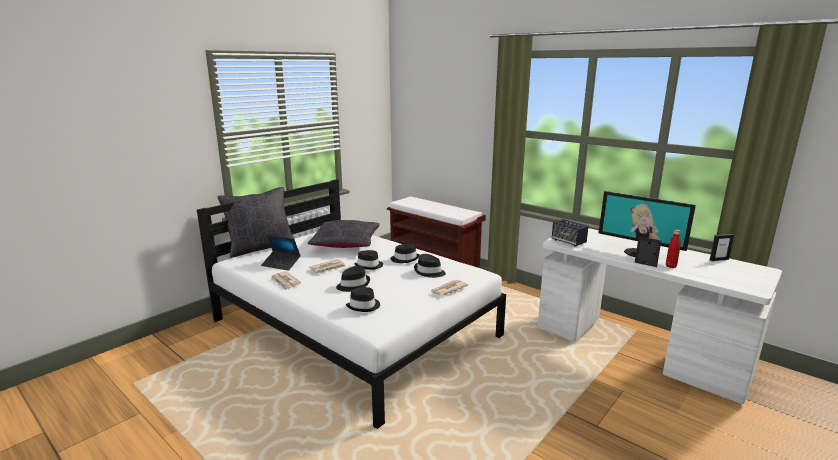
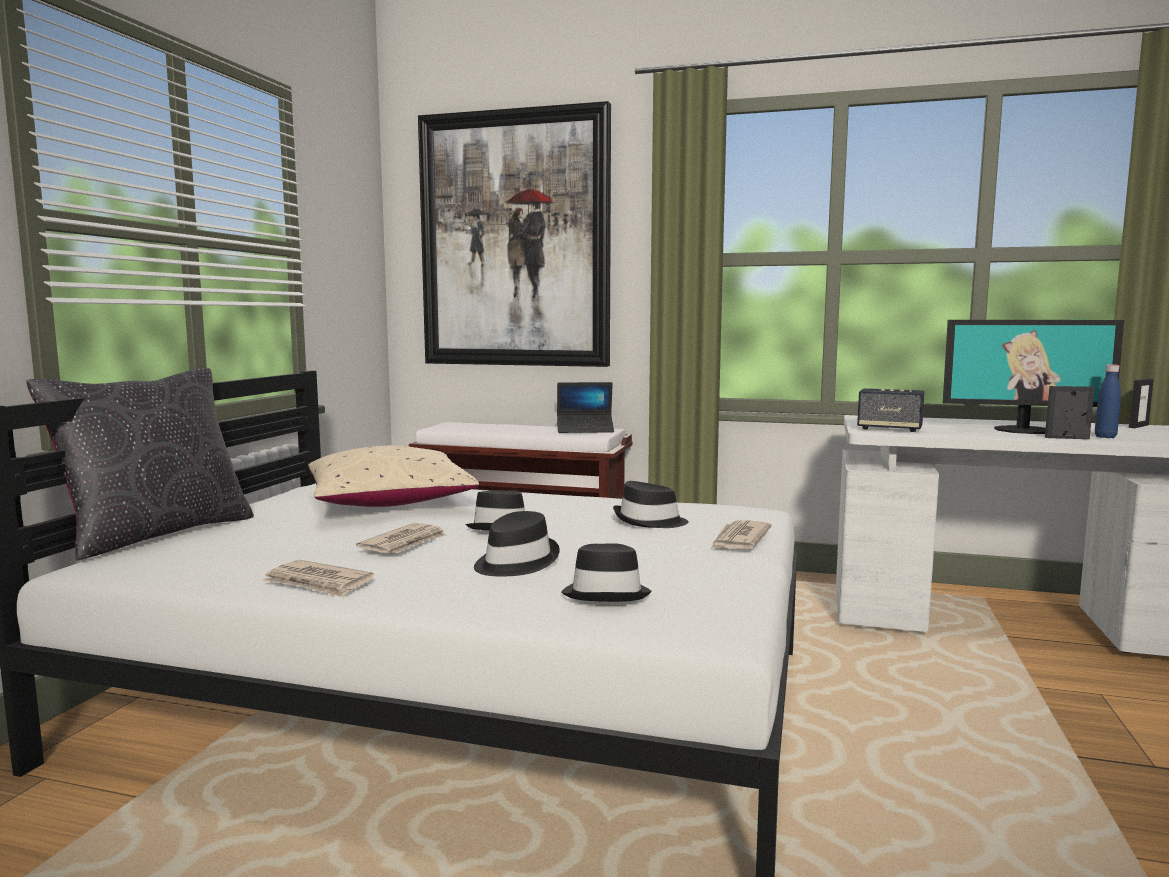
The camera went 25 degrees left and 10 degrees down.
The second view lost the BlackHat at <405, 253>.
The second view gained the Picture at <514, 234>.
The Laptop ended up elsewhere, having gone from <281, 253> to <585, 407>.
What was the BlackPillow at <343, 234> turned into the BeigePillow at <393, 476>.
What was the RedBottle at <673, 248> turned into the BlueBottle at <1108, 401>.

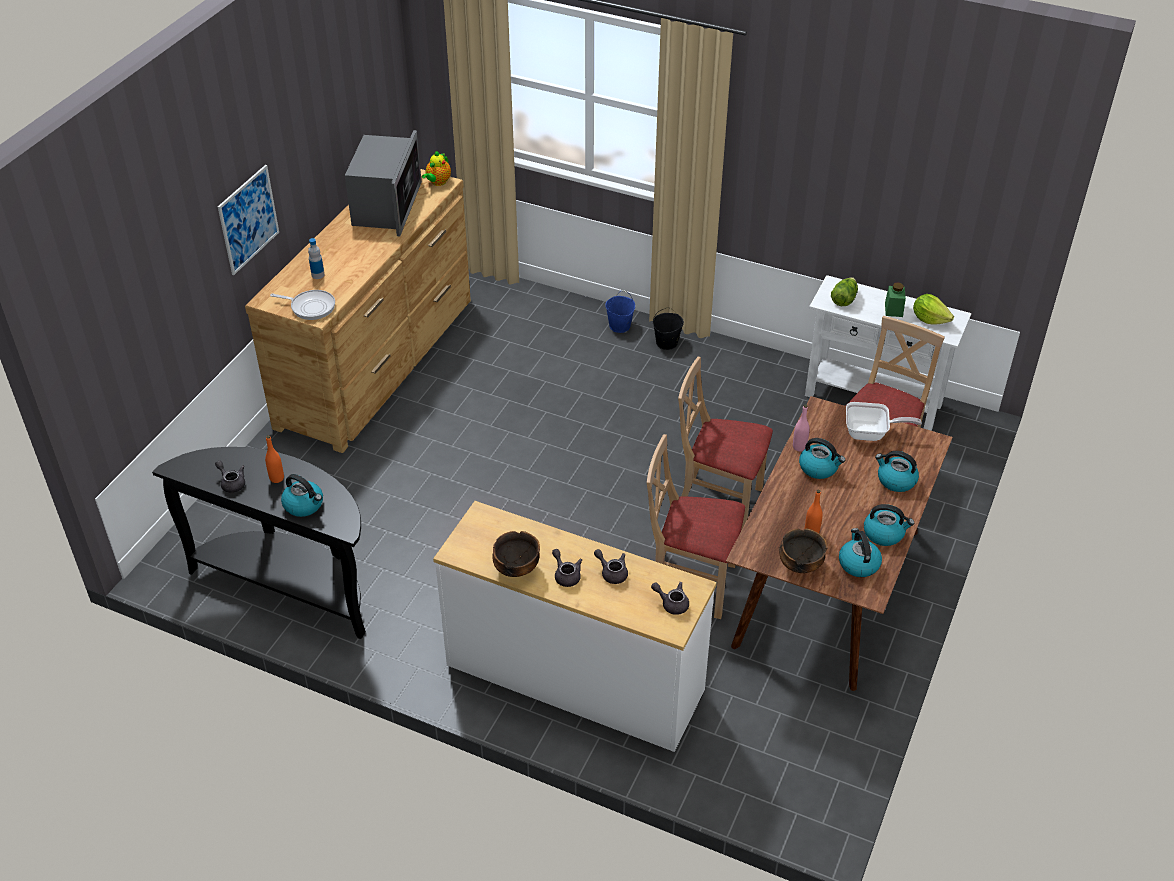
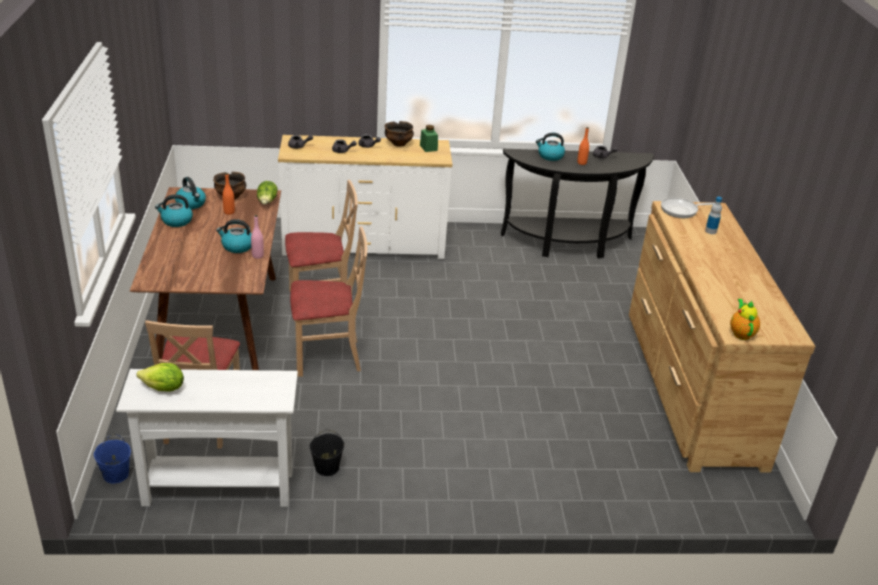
The camera went 150 degrees right and 10 degrees down.
The second view lost the Picture at <248, 220>.
The second view lost the Microwave at <383, 183>.
The second view lost the FryingPan at <883, 421>.
The second view lost the Kettle at <897, 471>.
The BlueBucket ended up elsewhere, having gone from <620, 312> to <112, 458>.
The BlackBucket ended up elsewhere, having gone from <668, 328> to <327, 452>.
The Lettuce ended up elsewhere, having gone from <844, 291> to <267, 193>.
The GreenJar ended up elsewhere, having gone from <895, 299> to <429, 138>.

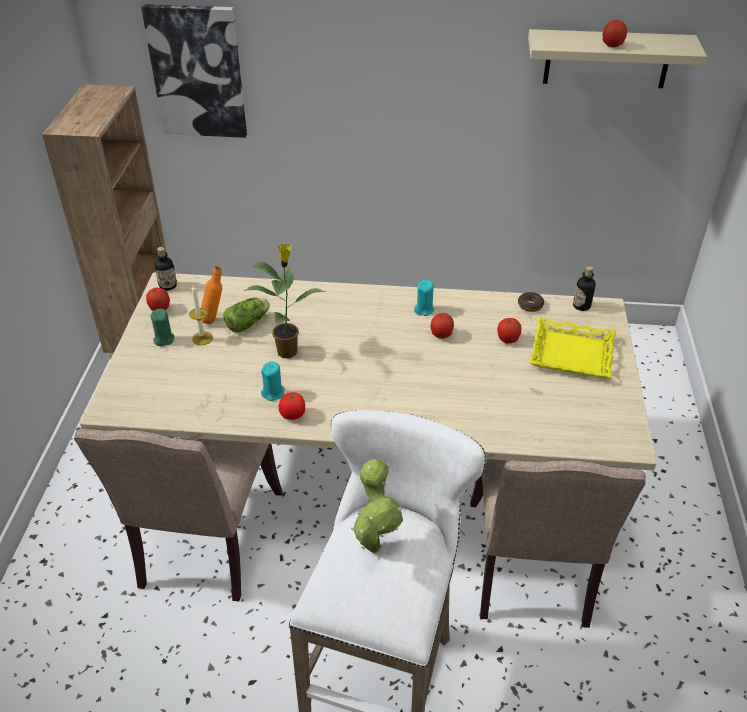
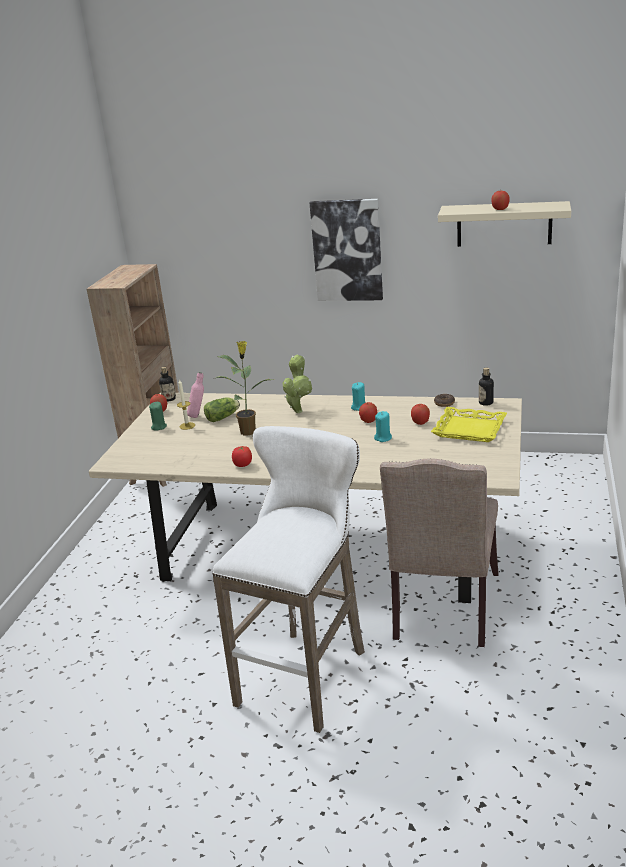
The camera went 10 degrees right and 15 degrees down.
The second view lost the BeigeChair at <178, 514>.
The Picture ended up elsewhere, having gone from <194, 71> to <346, 250>.
The TurquoiseCandle ended up elsewhere, having gone from <272, 381> to <383, 426>.
The PottedPlant ended up elsewhere, having gone from <377, 506> to <297, 384>.
What was the OrangeBottle at <211, 295> turned into the PinkBottle at <195, 395>.

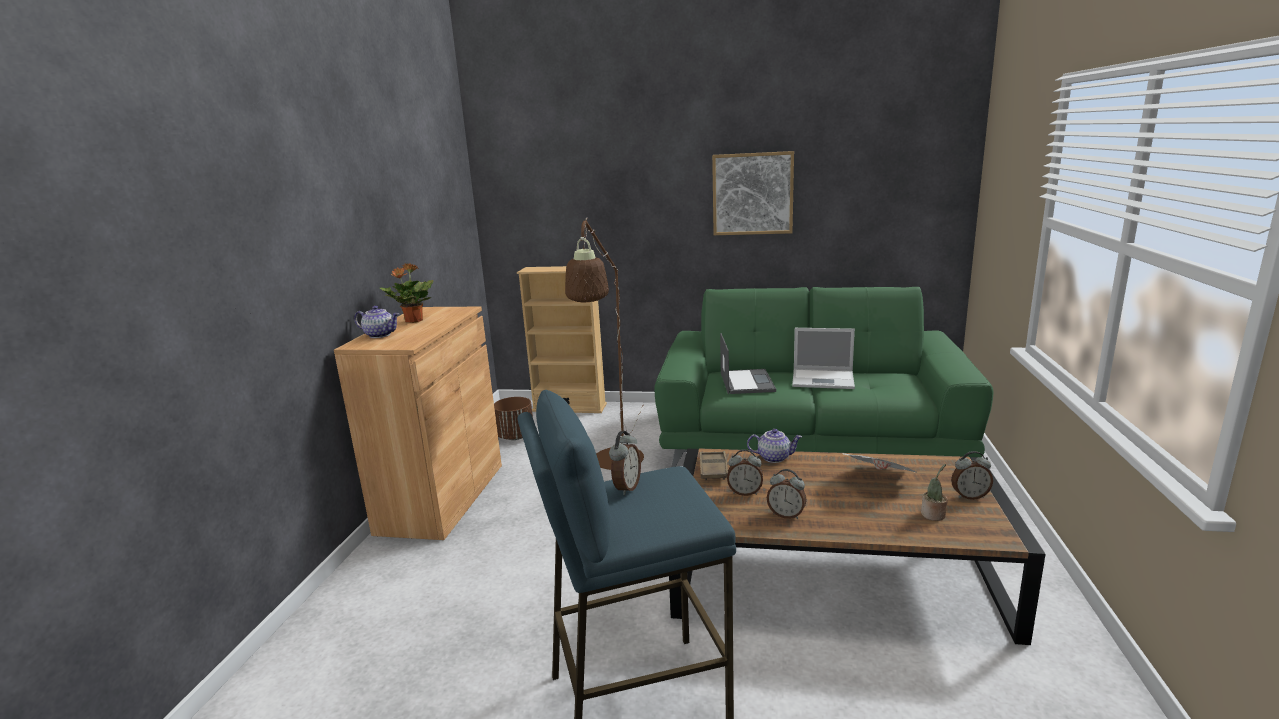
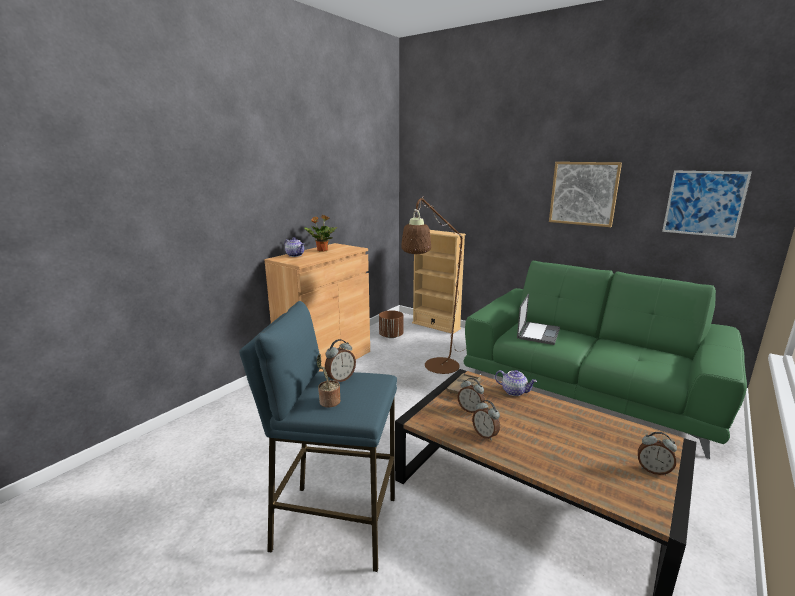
The camera went 25 degrees right and 0 degrees up.
The second view lost the Laptop at <823, 358>.
The second view lost the Newspaper at <879, 462>.
The second view gained the Picture at <707, 204>.
The PottedPlant ended up elsewhere, having gone from <934, 492> to <328, 381>.

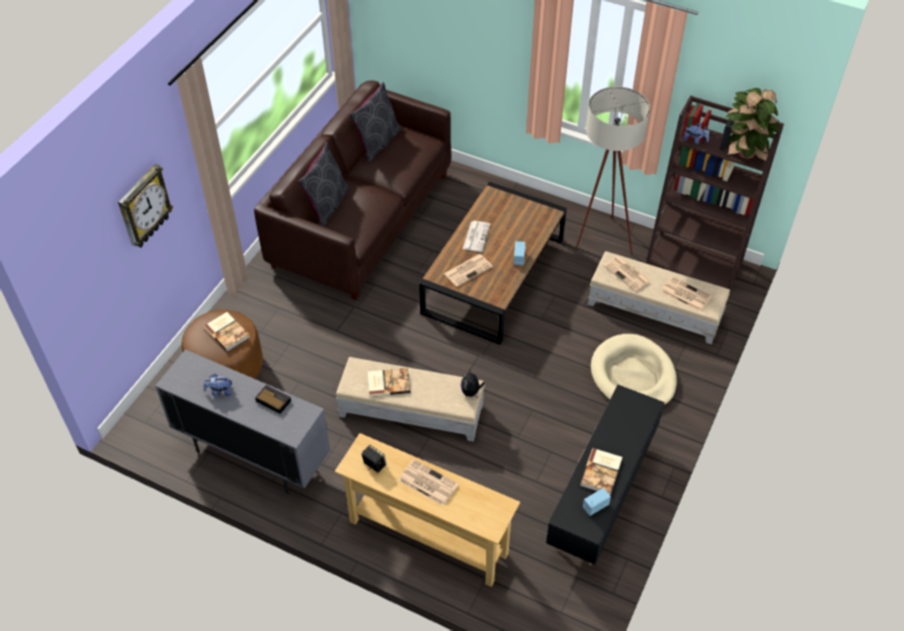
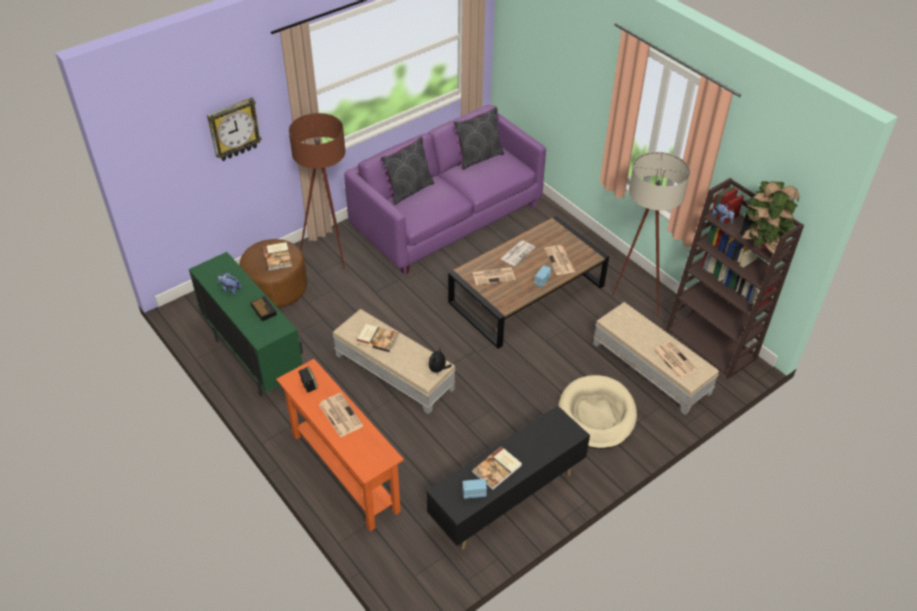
The camera went 25 degrees right and 5 degrees down.
The second view gained the BrownFloorLamp at <317, 191>.
The Newspaper ended up elsewhere, having gone from <627, 274> to <559, 260>.
What was the GreyCabinet at <243, 421> turned into the GreenCabinet at <246, 324>.
What was the BrownSofa at <352, 190> turned into the PurpleSofa at <445, 190>.
What was the BeigeConsoleTable at <427, 510> turned into the OrangeConsoleTable at <340, 445>.

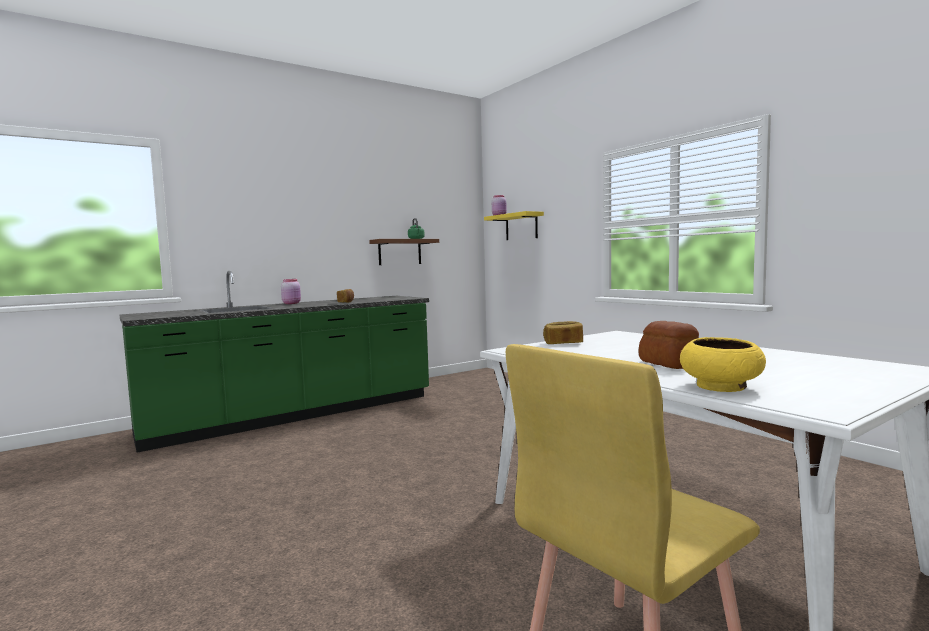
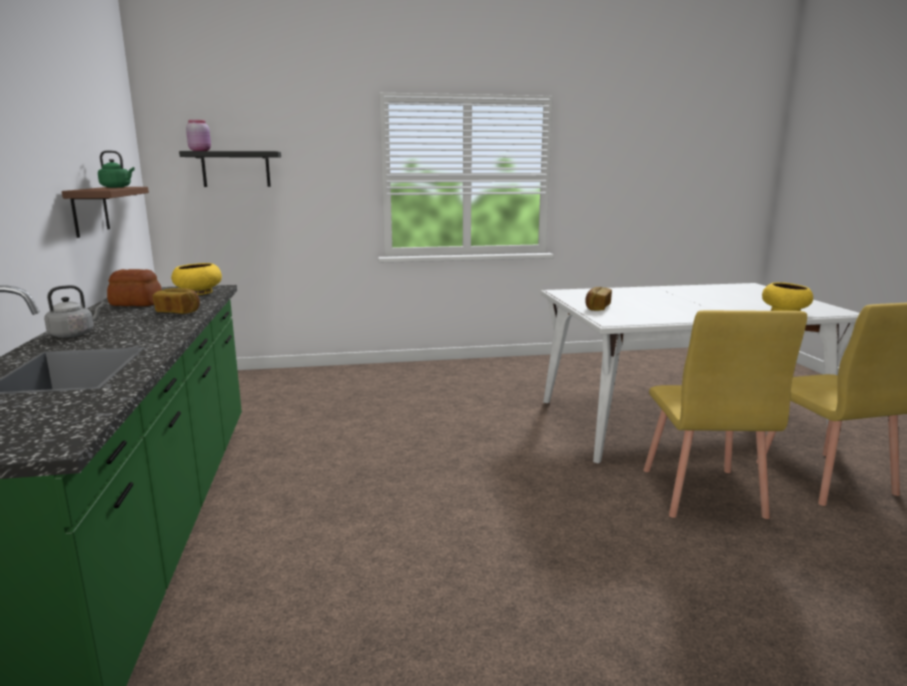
The camera went 65 degrees left and 10 degrees up.
The second view gained the YellowBowl at <196, 279>.
The second view gained the YellowChair at <725, 414>.
The Bread ended up elsewhere, having gone from <669, 345> to <134, 287>.
Where the PinkJar stood at <291, 291>, the GreyKettle came to stand at <74, 311>.
What was the YellowShelf at <514, 225> turned into the BlackShelf at <230, 169>.

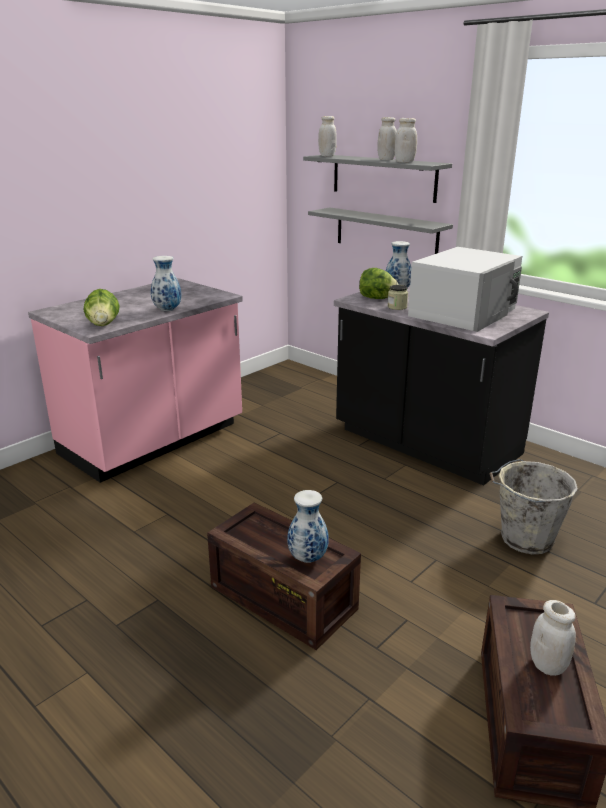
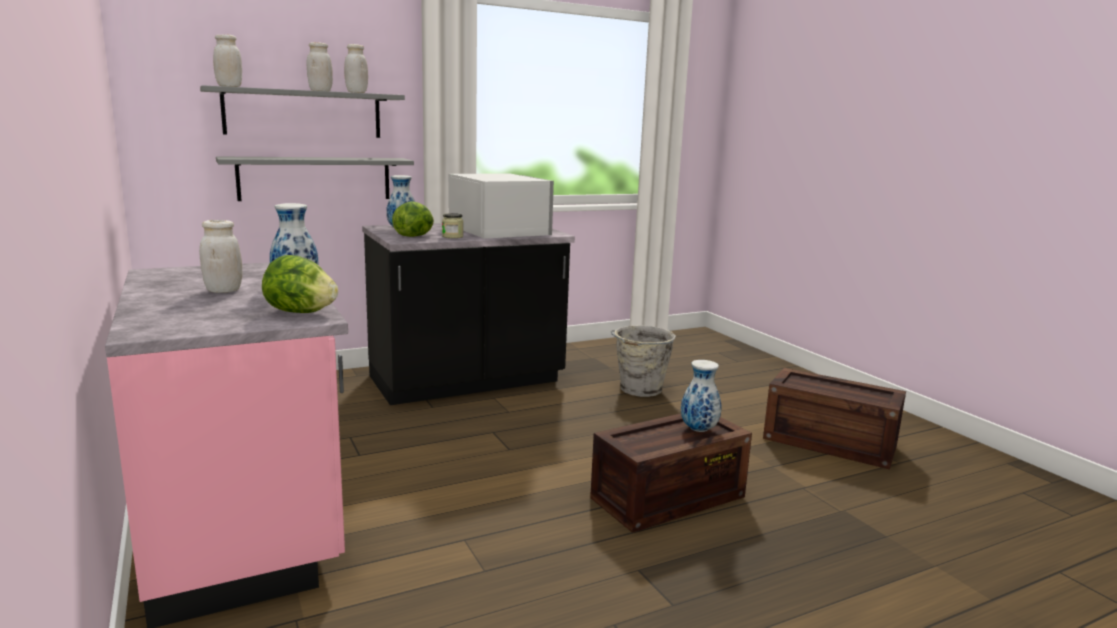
The camera went 70 degrees left and 10 degrees down.
The WhiteJar ended up elsewhere, having gone from <553, 638> to <220, 256>.

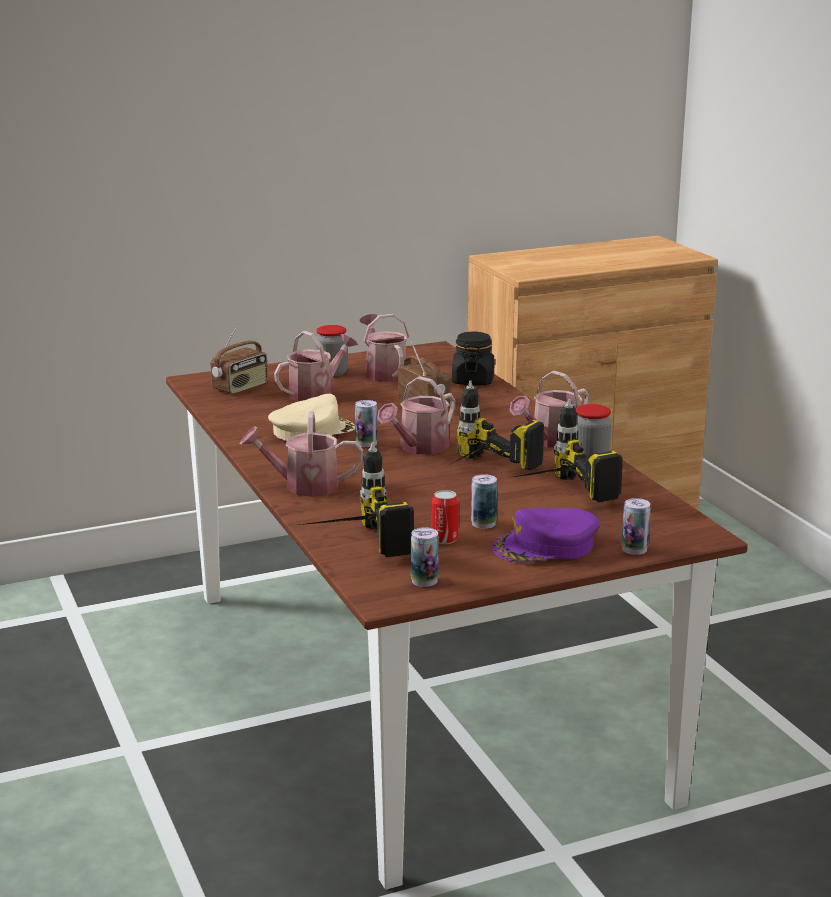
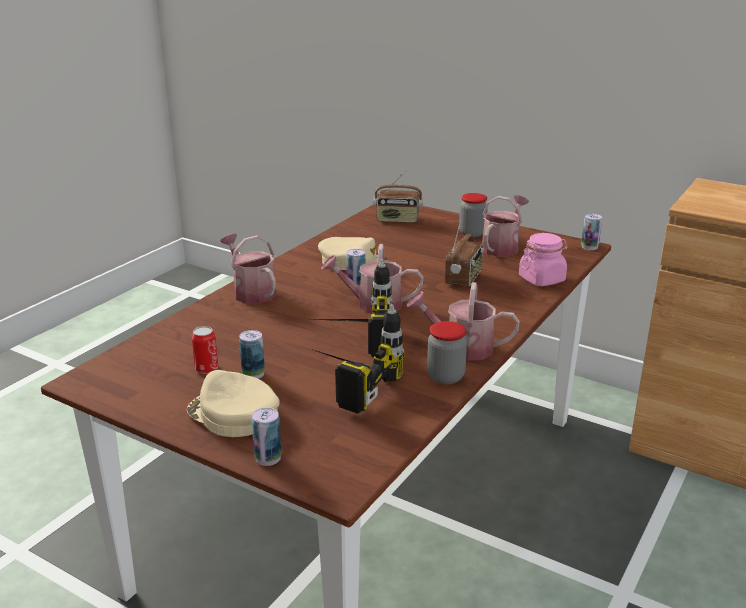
The camera went 55 degrees right and 5 degrees up.
The second view lost the WateringCan at <316, 366>.
The second view lost the PowerDrill at <356, 499>.
The Can ended up elsewhere, having gone from <425, 557> to <591, 232>.
What was the BlackJar at <473, 359> turned into the PinkJar at <543, 259>.
What was the PurpleCap at <546, 535> turned into the BeigeCap at <233, 403>.

